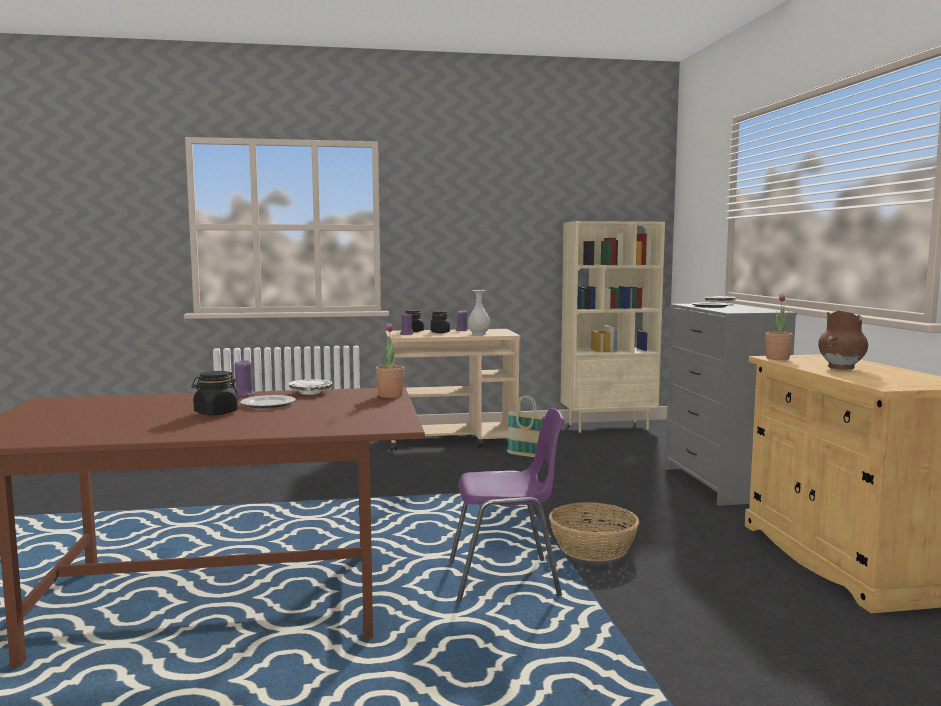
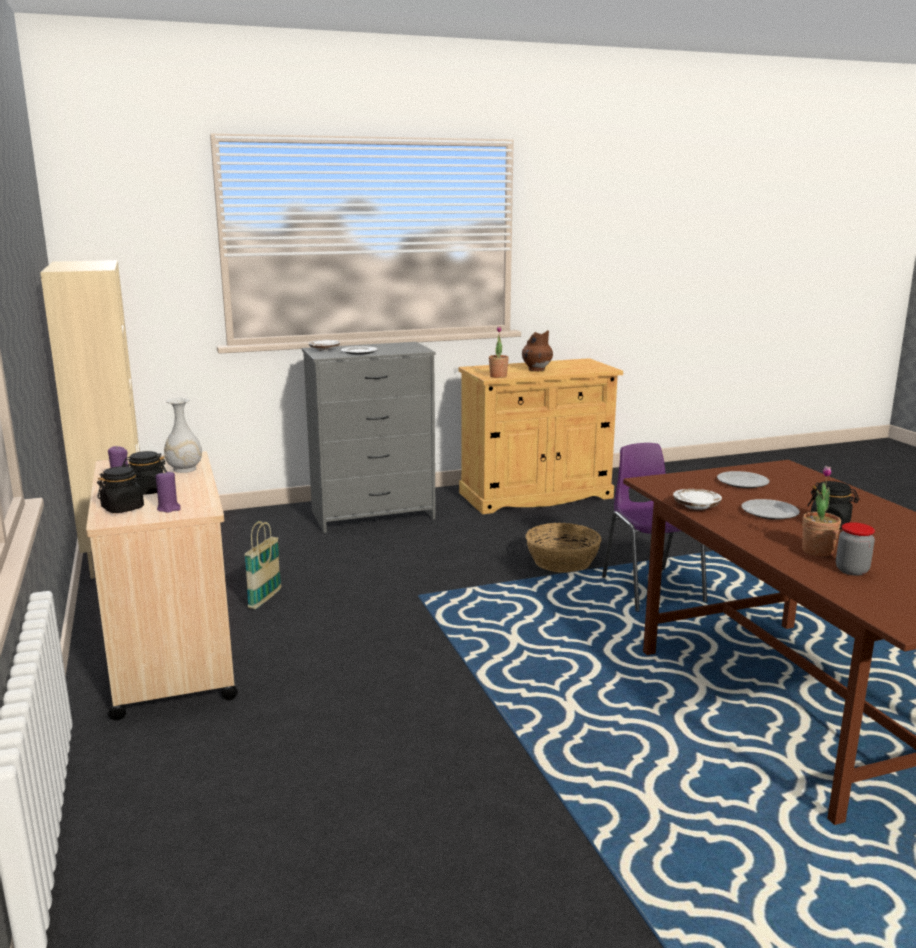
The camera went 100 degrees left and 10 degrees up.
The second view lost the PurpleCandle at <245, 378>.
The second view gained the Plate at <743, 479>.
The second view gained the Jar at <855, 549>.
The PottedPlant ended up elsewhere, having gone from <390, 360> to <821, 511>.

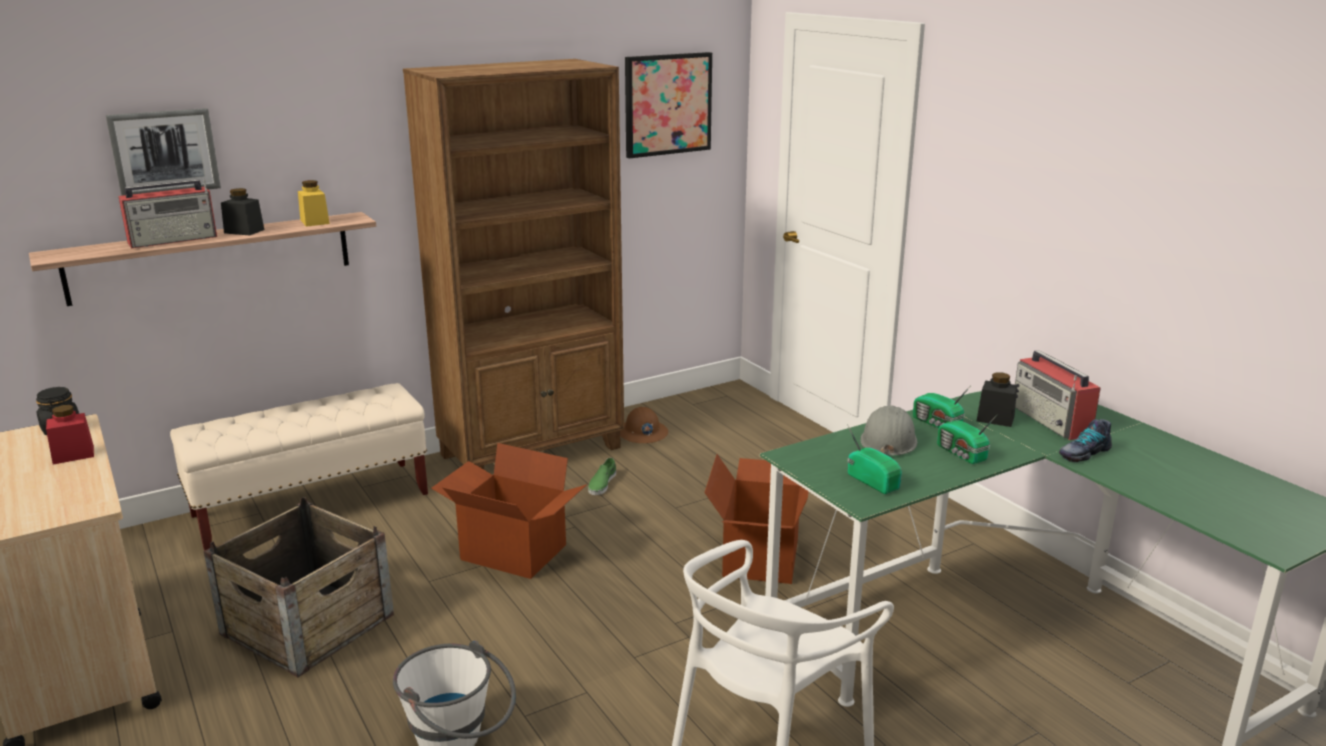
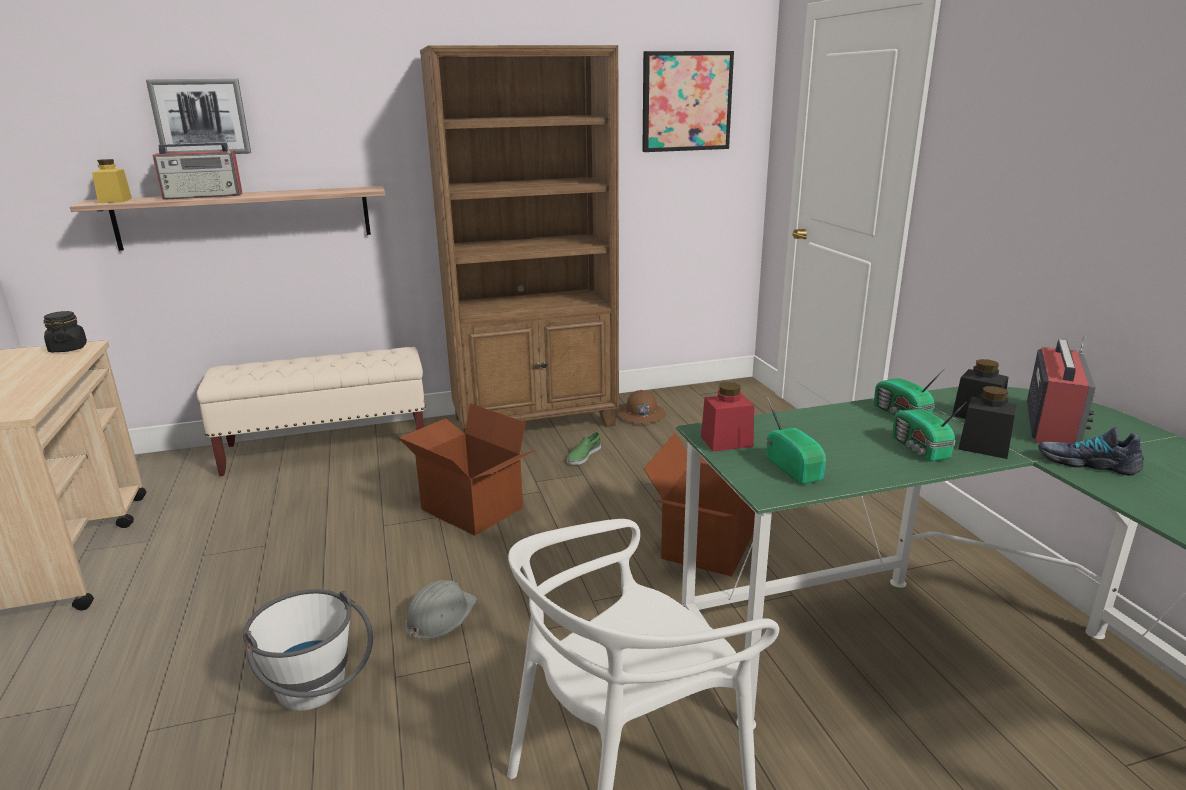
The camera went 15 degrees right and 0 degrees up.
The second view lost the Crate at <299, 587>.
The RedJar ended up elsewhere, having gone from <70, 434> to <727, 416>.
The BlackJar ended up elsewhere, having gone from <242, 211> to <987, 422>.
The YellowJar ended up elsewhere, having gone from <314, 203> to <112, 181>.
The GreyHardHat ended up elsewhere, having gone from <888, 430> to <441, 609>.
The Radio at <1058, 395> ended up facing another way, 150 degrees counterclockwise from before.
The Shoe at <1085, 440> ended up facing another way, 45 degrees clockwise from before.

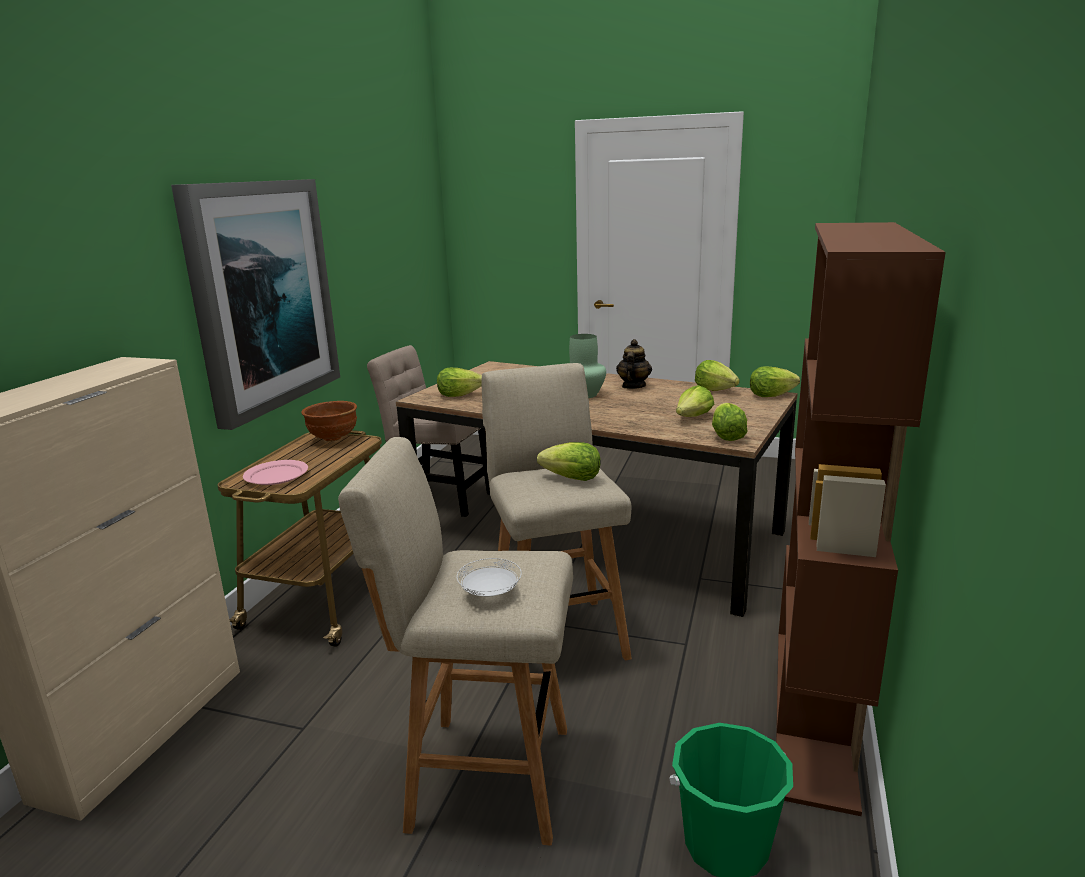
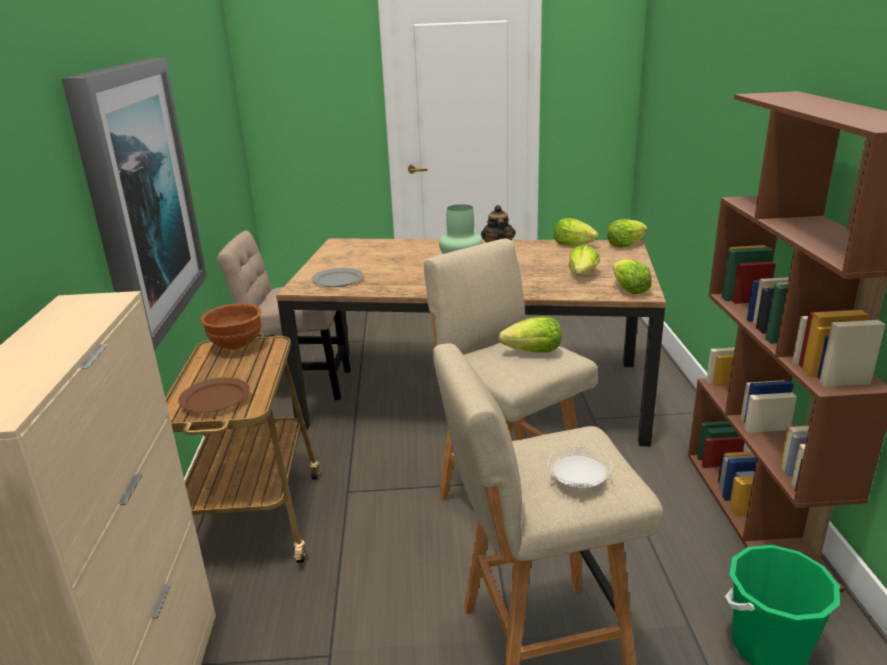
The camera went 20 degrees left and 5 degrees up.
Where the Lettuce stood at <459, 382>, the GreyPlate came to stand at <337, 277>.
What was the PinkPlate at <275, 472> turned into the BrownPlate at <214, 395>.

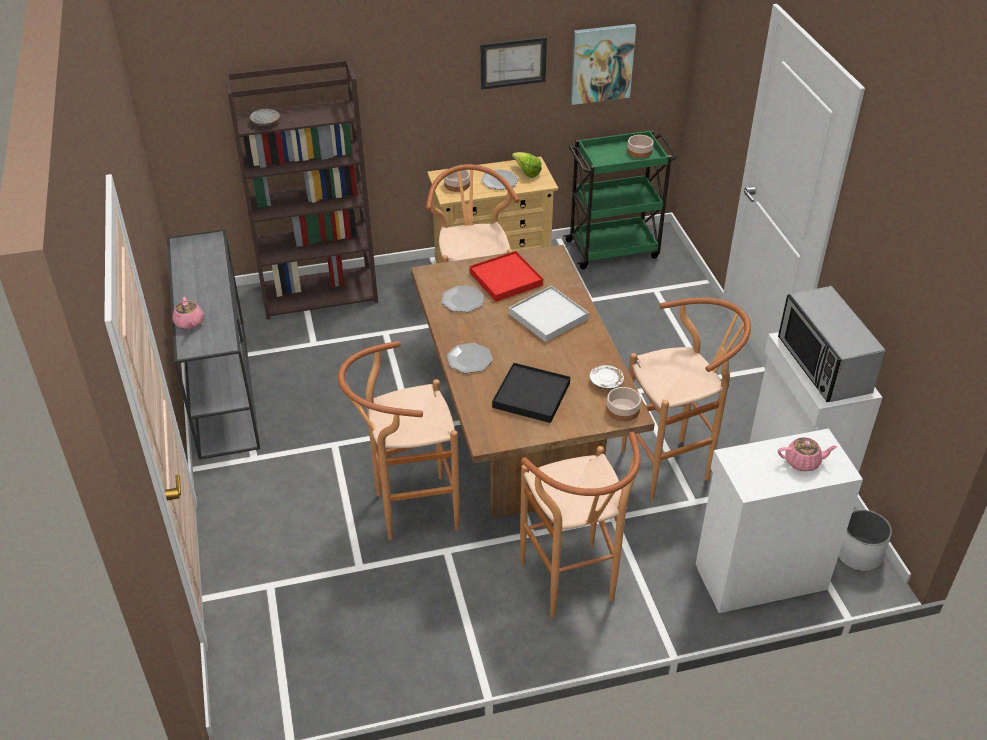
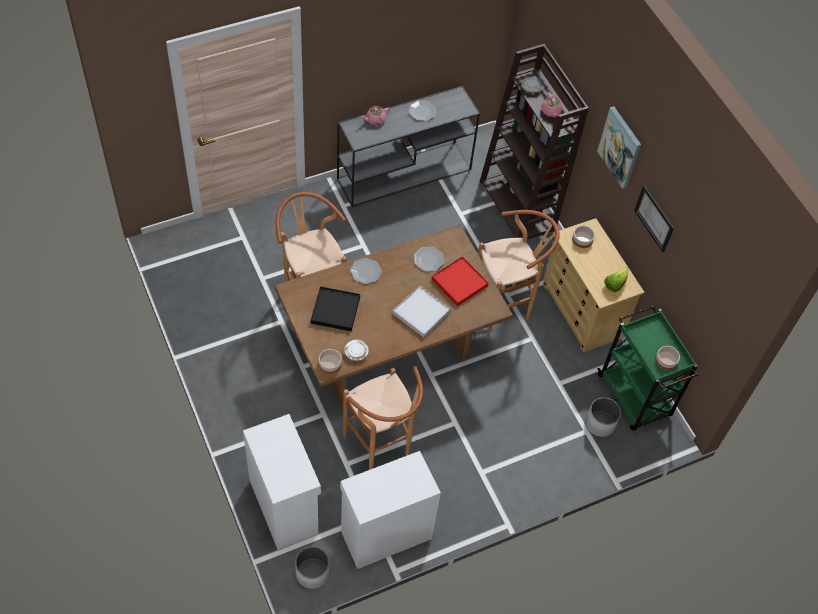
The camera went 75 degrees right and 15 degrees up.
The second view lost the BrownStool at <580, 525>.
The second view lost the Microwave at <832, 344>.
The second view gained the WhitePlanter at <603, 417>.
The Plate ended up elsewhere, having gone from <500, 179> to <422, 110>.
The Picture ended up elsewhere, having gone from <603, 64> to <619, 147>.
The PinkTeapot ended up elsewhere, having gone from <808, 454> to <552, 105>.

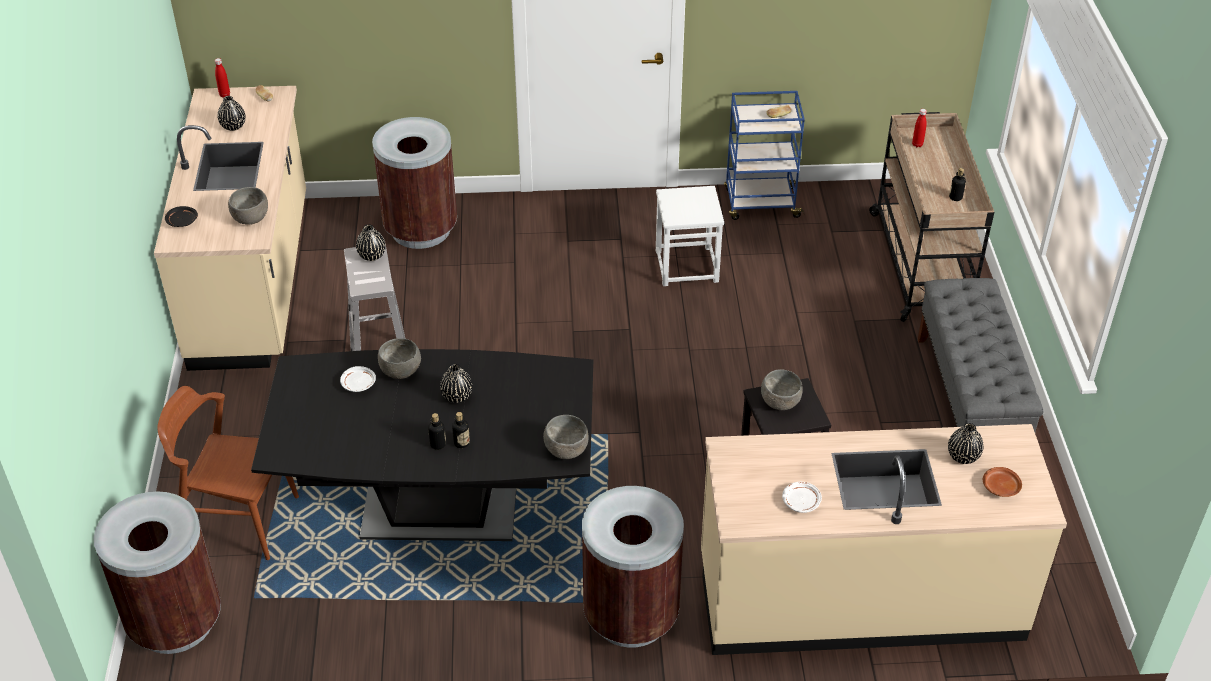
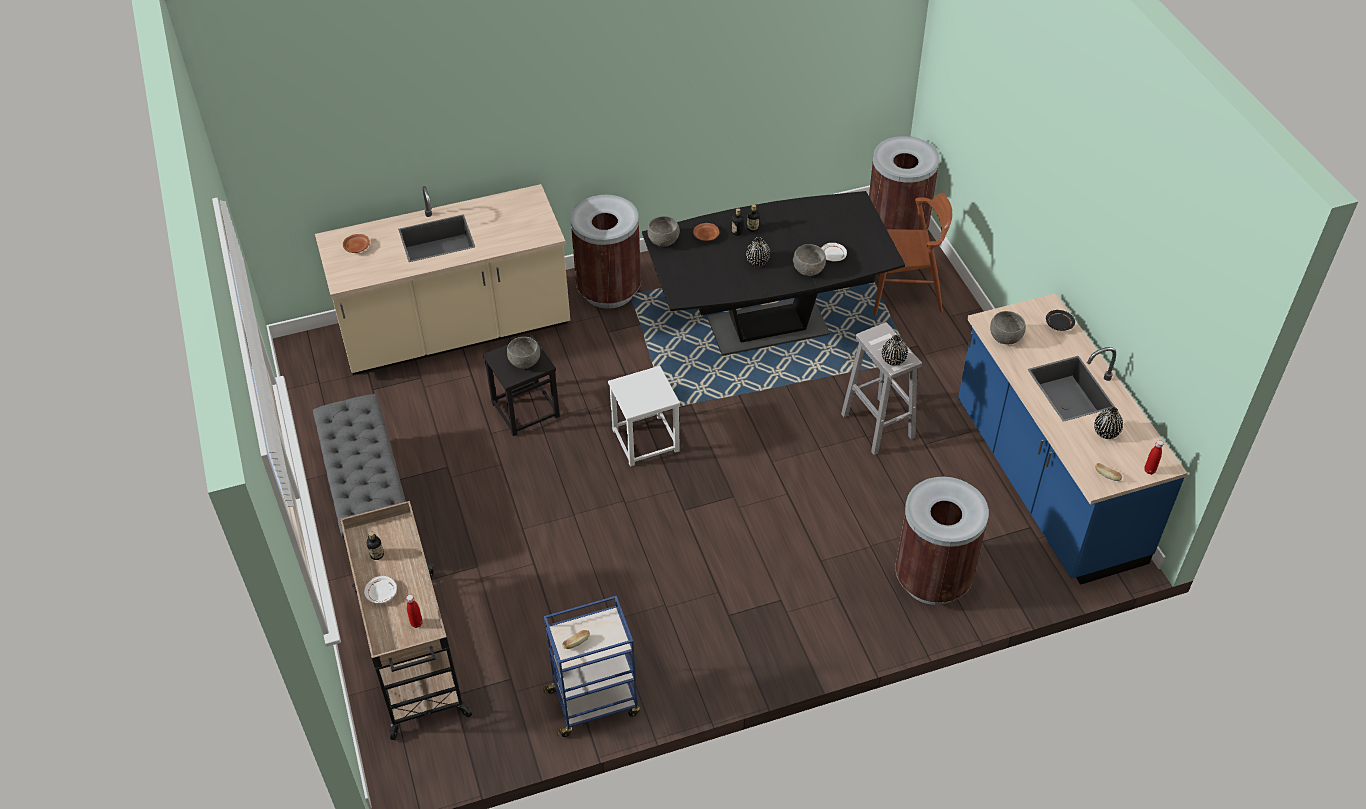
The camera went 165 degrees right and 5 degrees up.
The second view lost the BlackVase at <966, 443>.
The second view gained the BrownPlate at <706, 232>.
The WhiteStool ended up elsewhere, having gone from <690, 236> to <644, 416>.
The WhitePlate ended up elsewhere, having gone from <802, 497> to <380, 589>.
What was the BeigeCounter at <230, 228> turned into the BlueCounter at <1073, 439>.

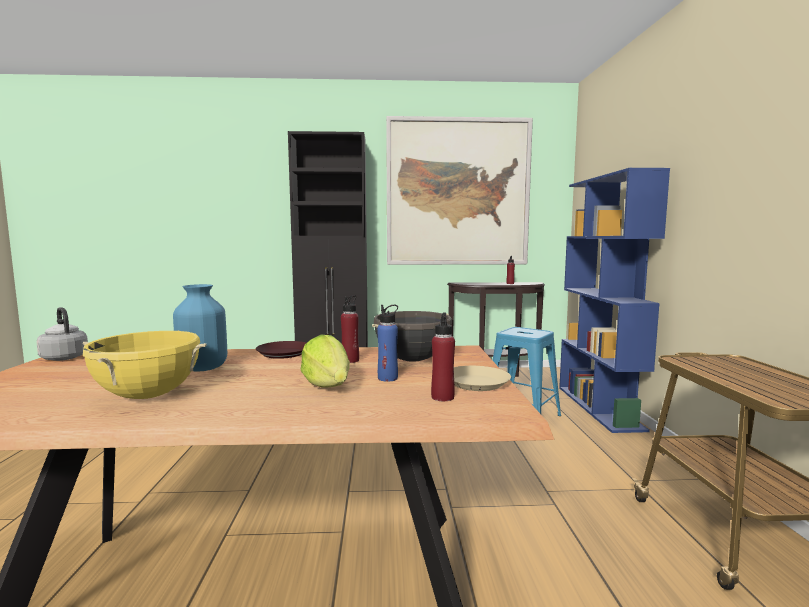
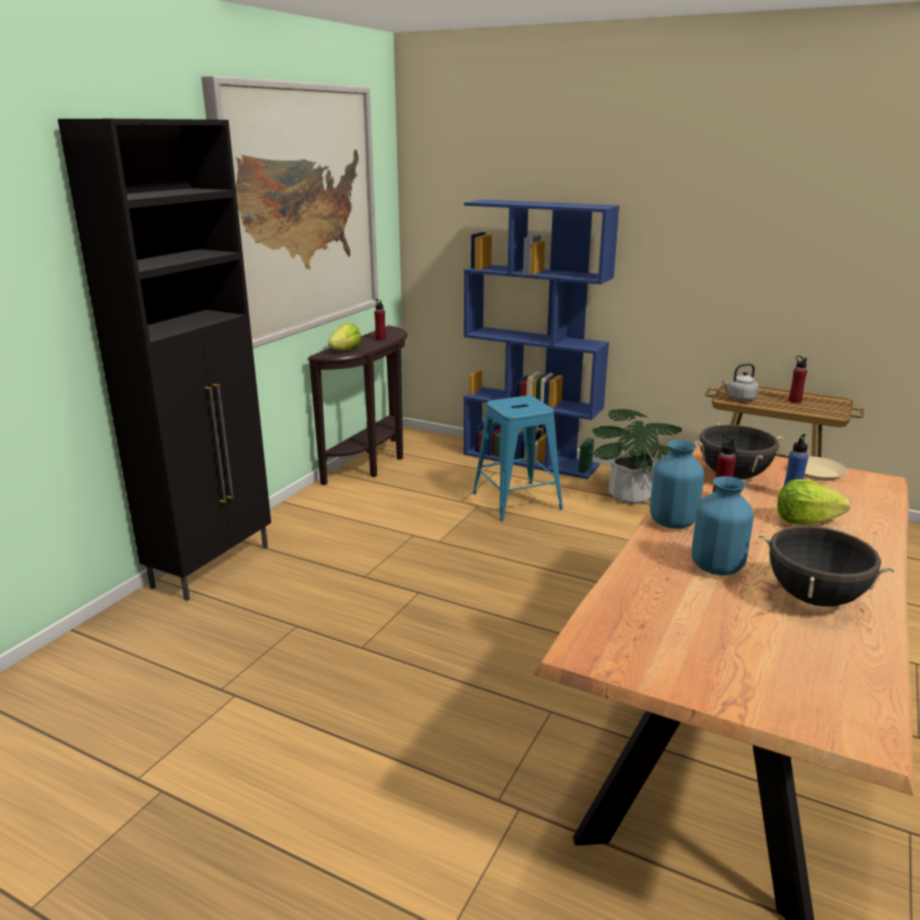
The camera went 60 degrees left and 15 degrees up.
The second view gained the Lettuce at <344, 336>.
The second view gained the PottedPlant at <637, 456>.
The GreyKettle ended up elsewhere, having gone from <62, 334> to <740, 382>.
The RedBottle ended up elsewhere, having gone from <443, 356> to <798, 379>.
Where the BrownPlate stood at <281, 350>, the BlueVase came to stand at <677, 484>.
What was the YellowCookingPot at <144, 364> turned into the BlackCookingPot at <827, 566>.

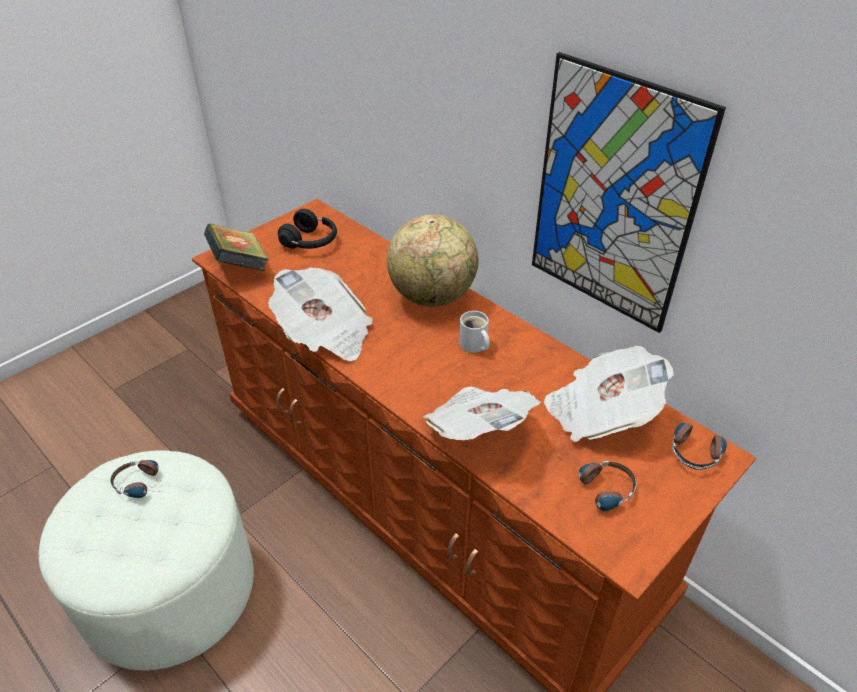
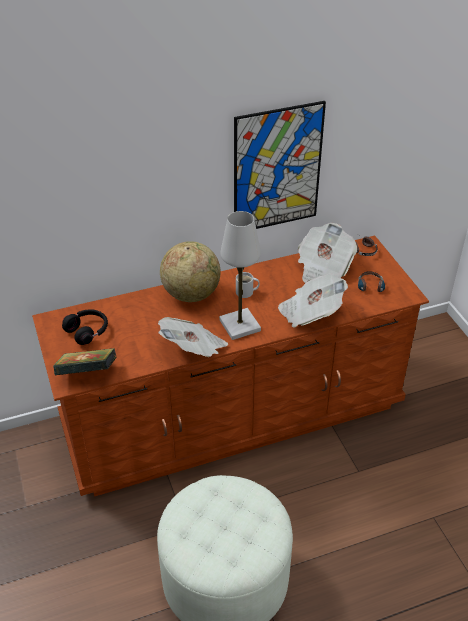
The camera went 65 degrees left and 0 degrees up.
The second view lost the Headphones at <135, 479>.
The second view gained the WhiteTableLamp at <240, 275>.

